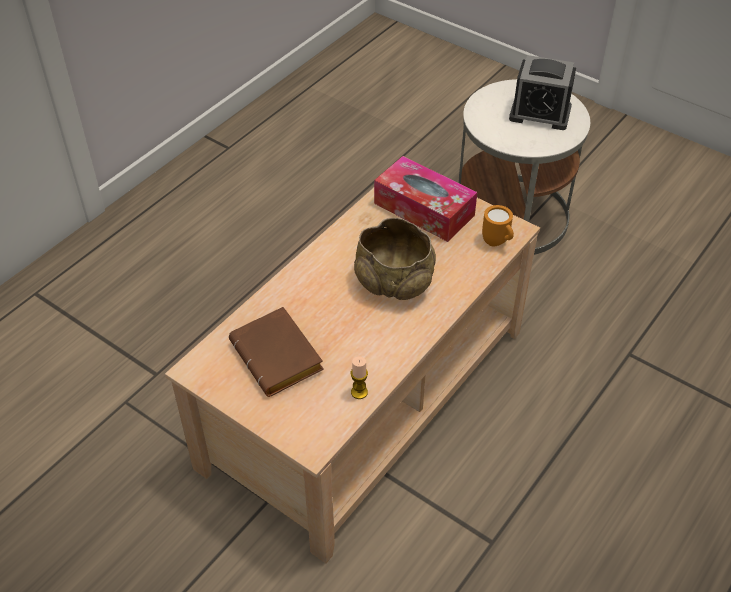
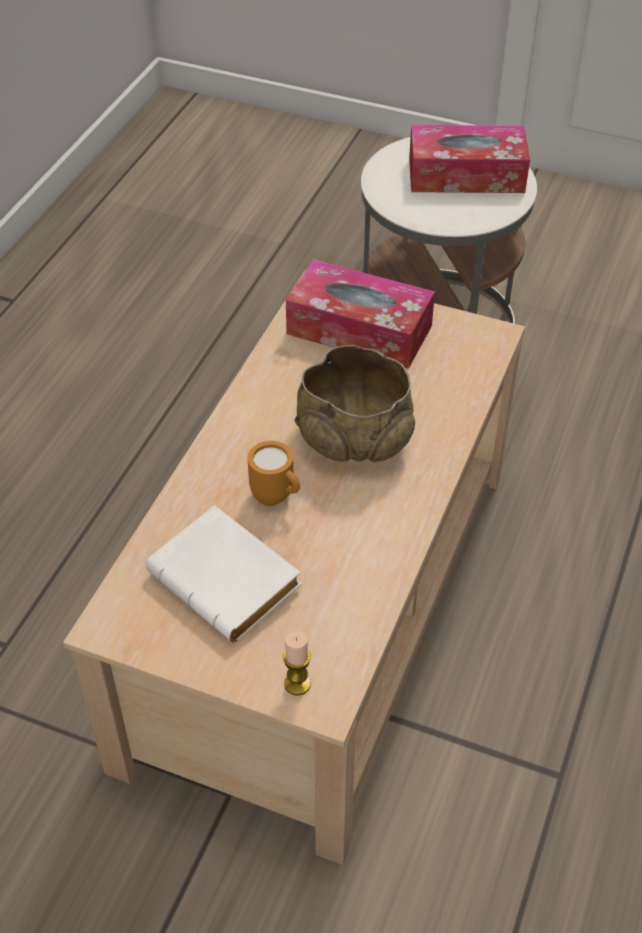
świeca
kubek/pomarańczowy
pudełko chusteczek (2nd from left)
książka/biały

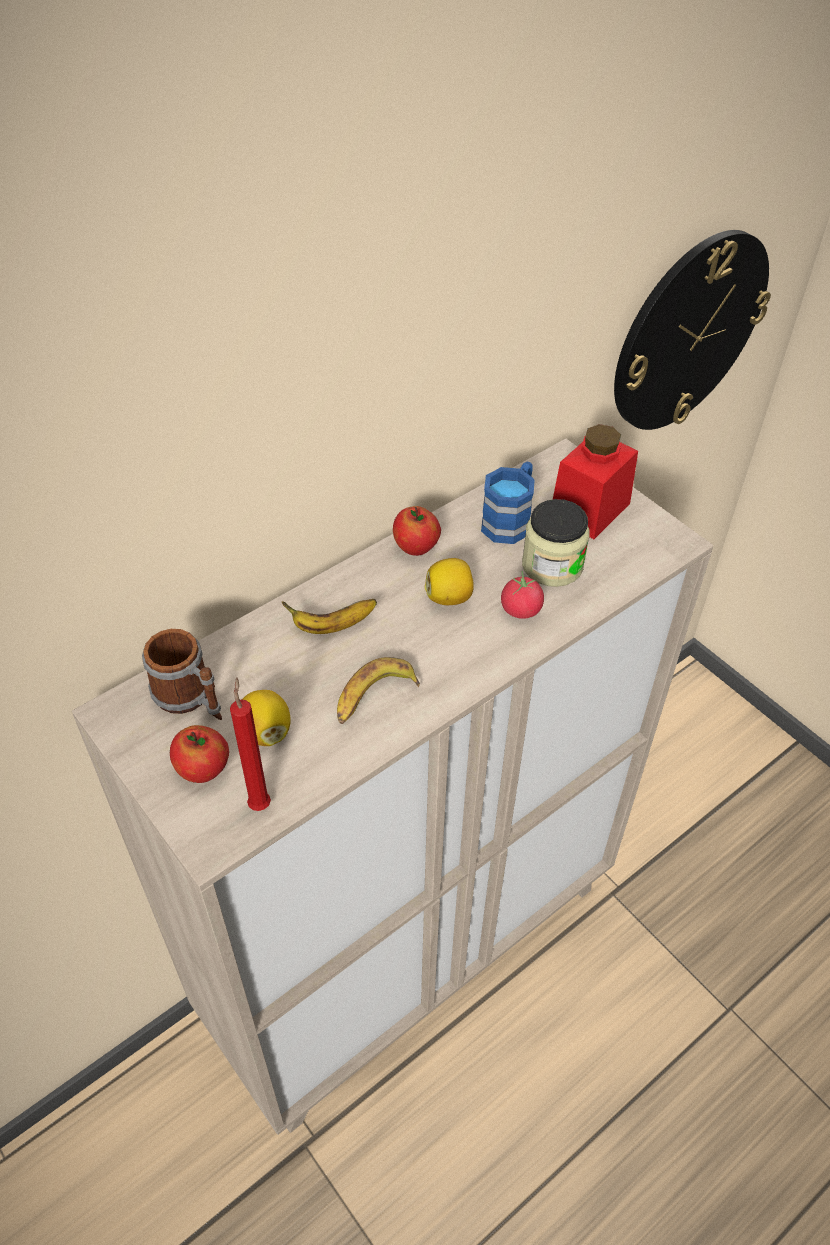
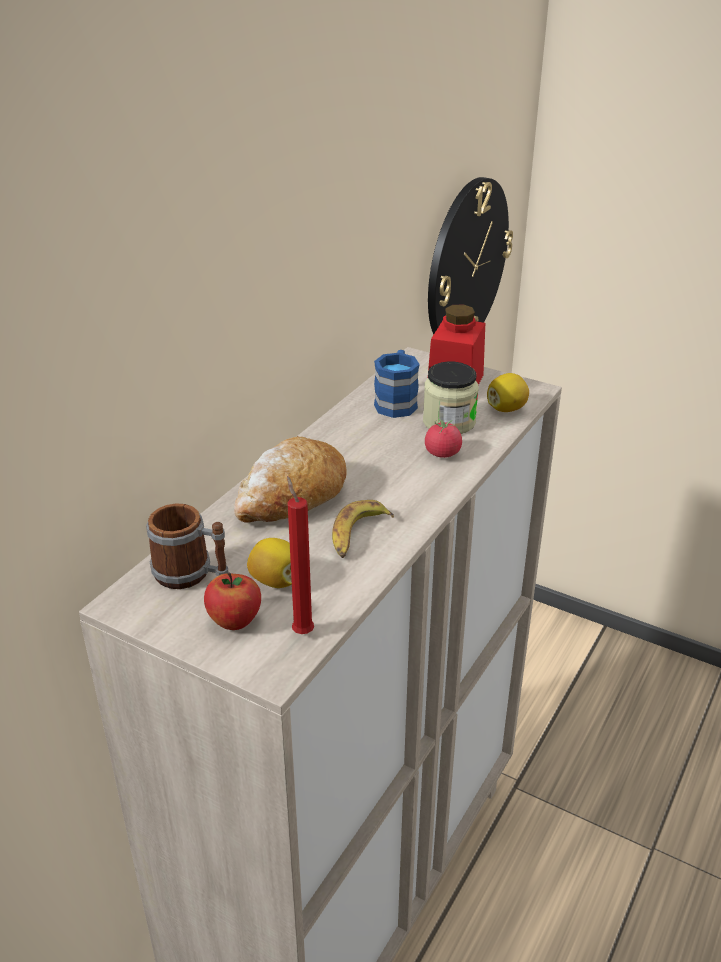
jabłko (2nd from left in the first image)
cytryna (2nd from left)
chleb

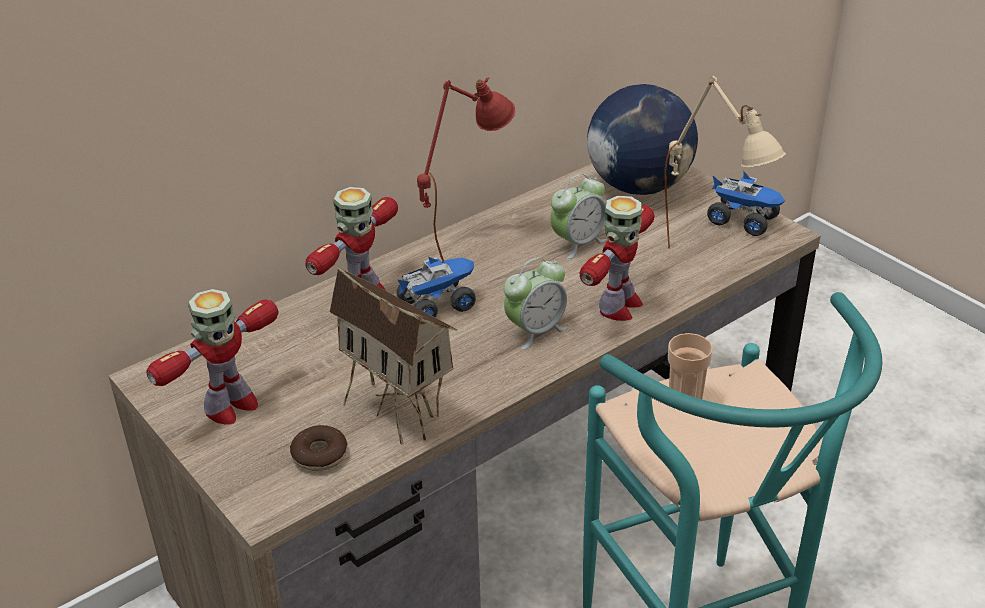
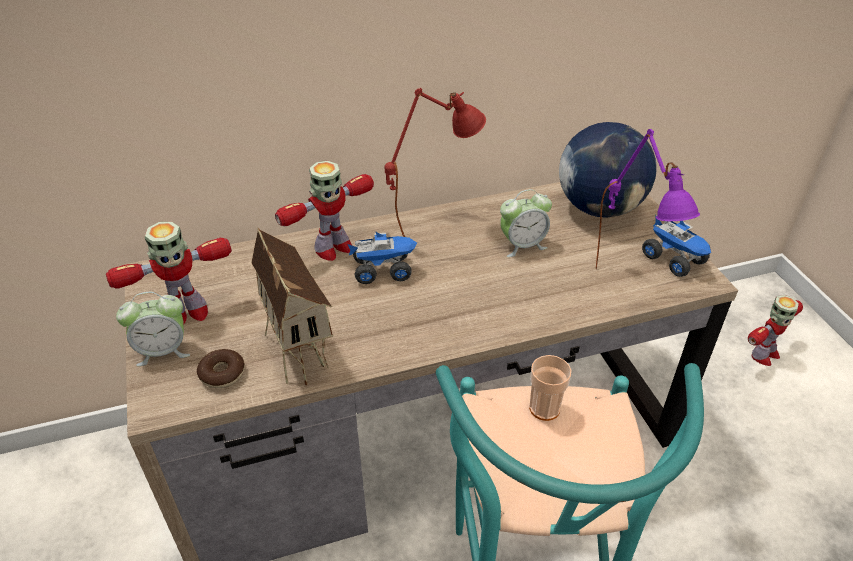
budzik (1st from left)
robot zabawkowy (3rd from left)
lampa stołowa/fioletowy

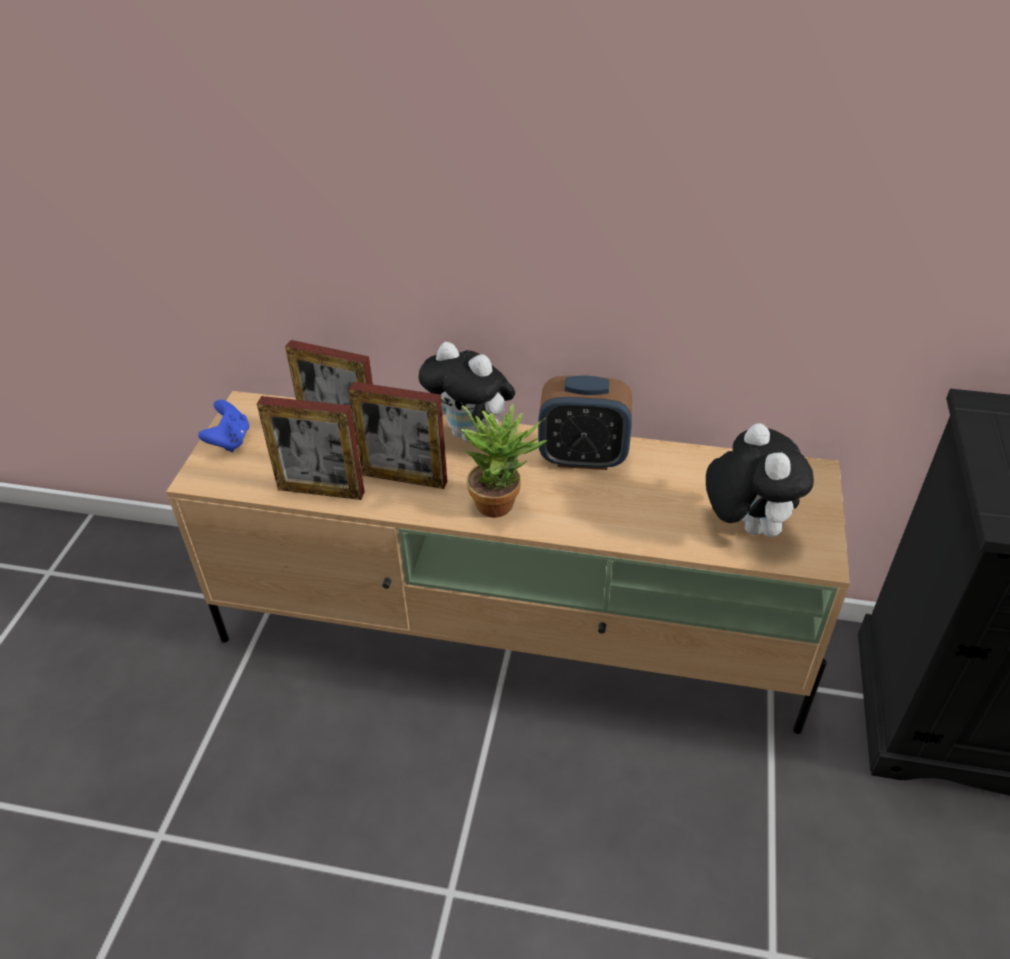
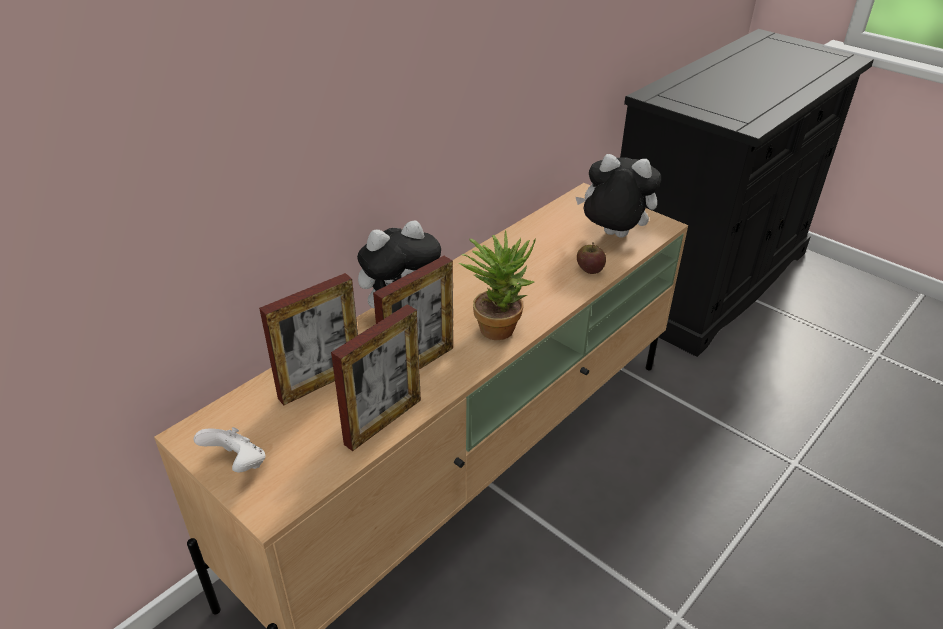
budzik
jabłko
pad do gier/biały

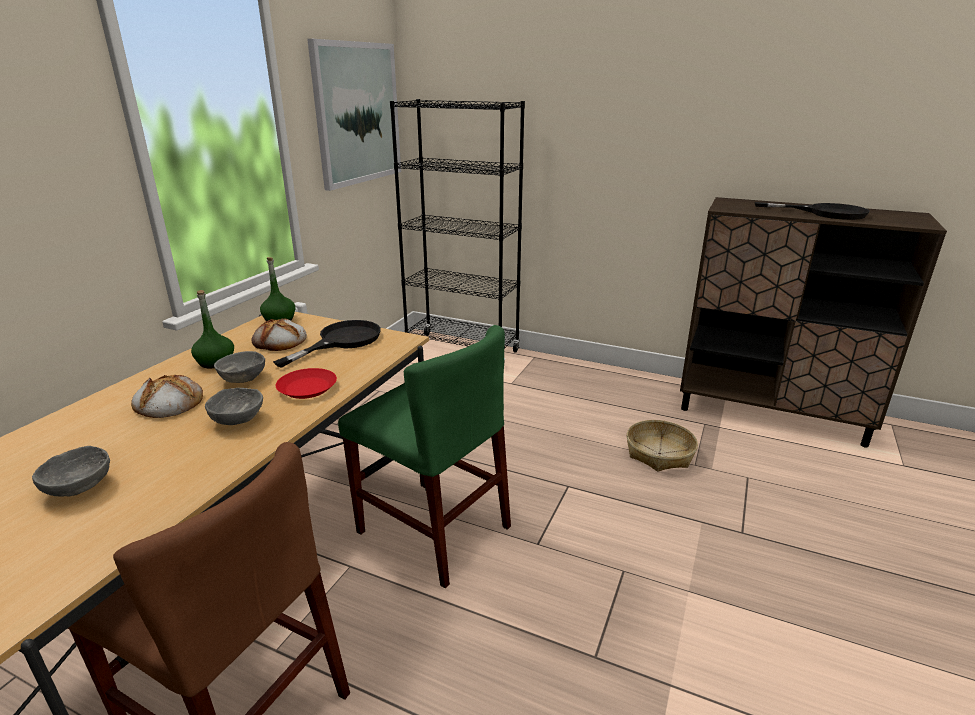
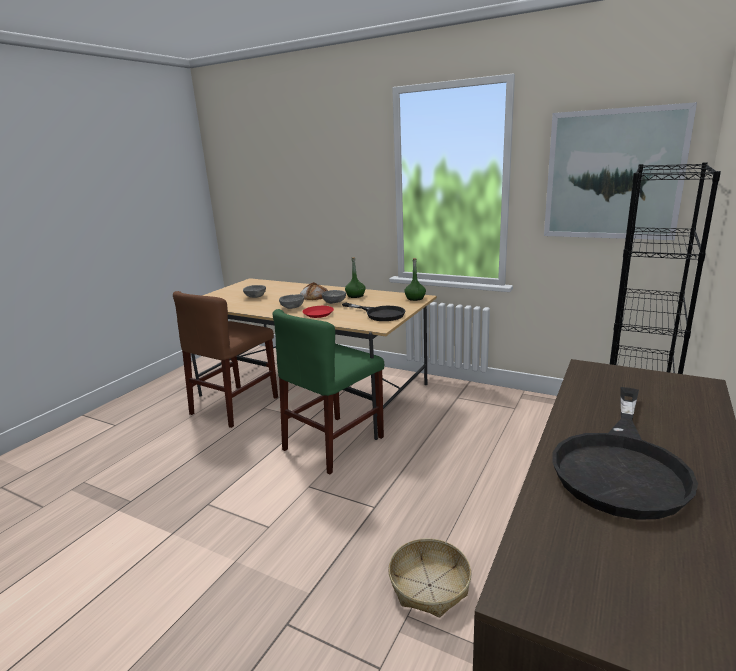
chleb (2nd from left in the first image)

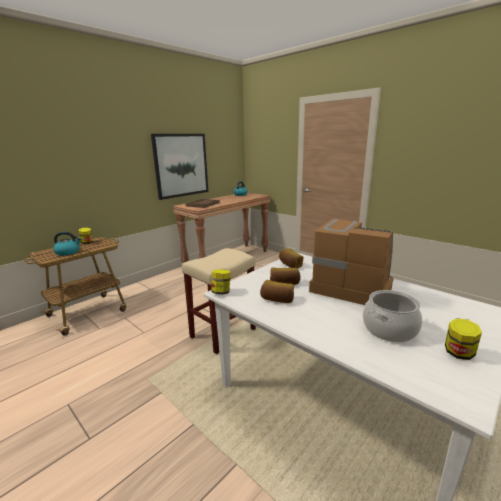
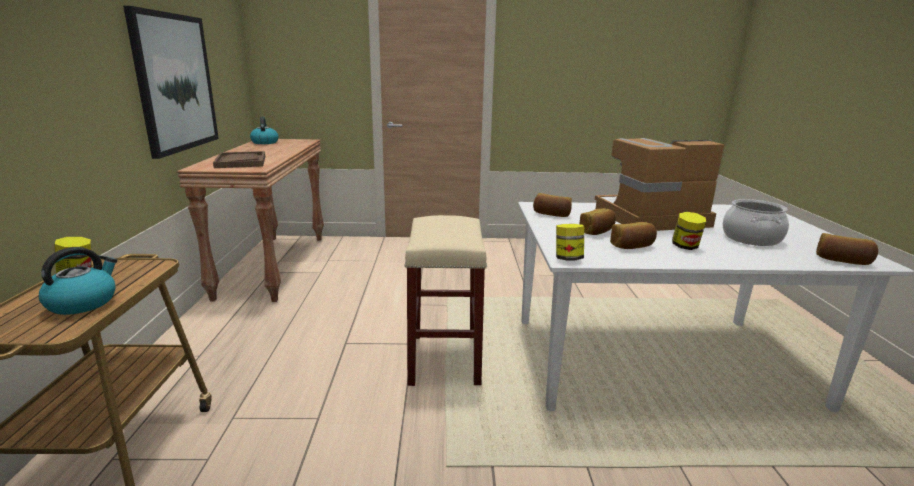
chleb (4th from left)
słoik (3rd from left)

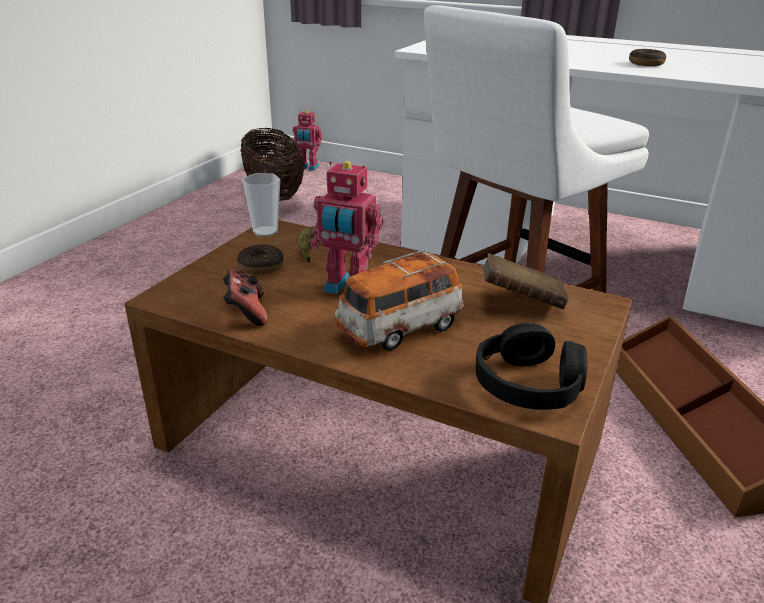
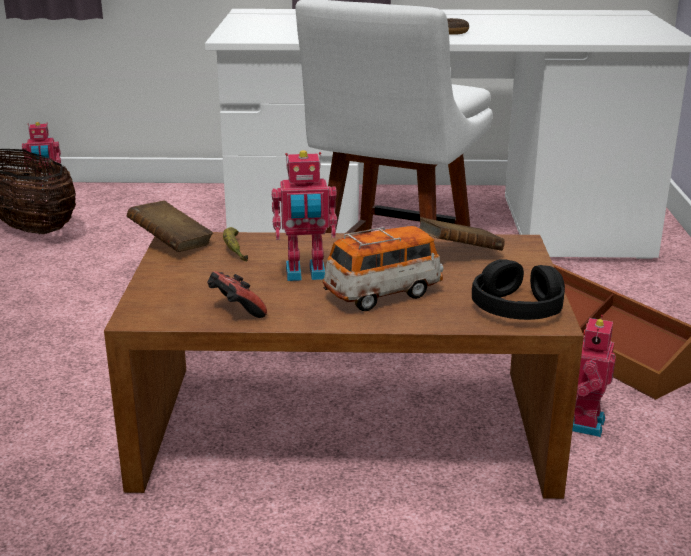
donut (1st from left in the first image)
robot zabawkowy (3rd from left)
książka/brązowy (1st from left)
samochodzik

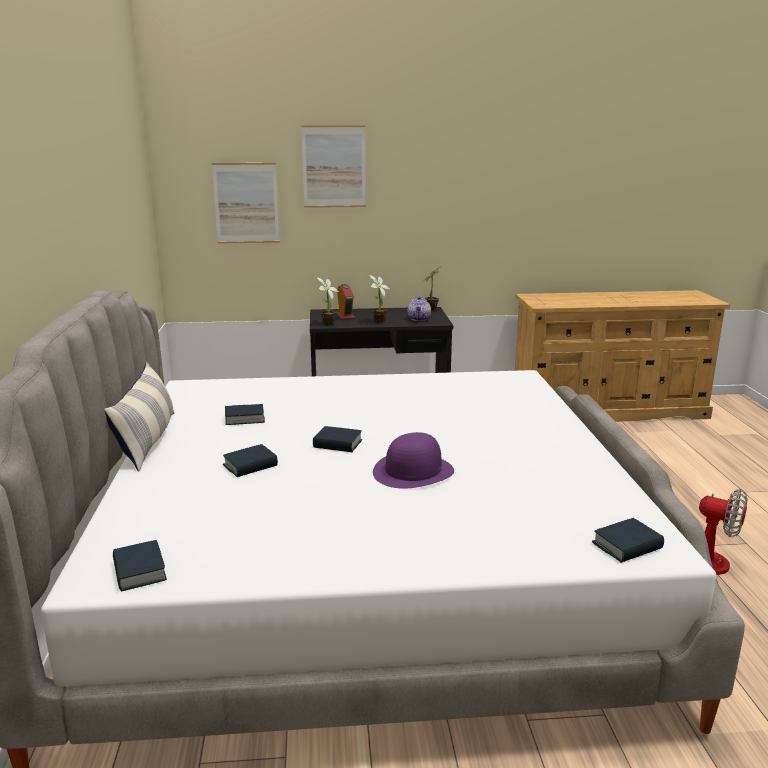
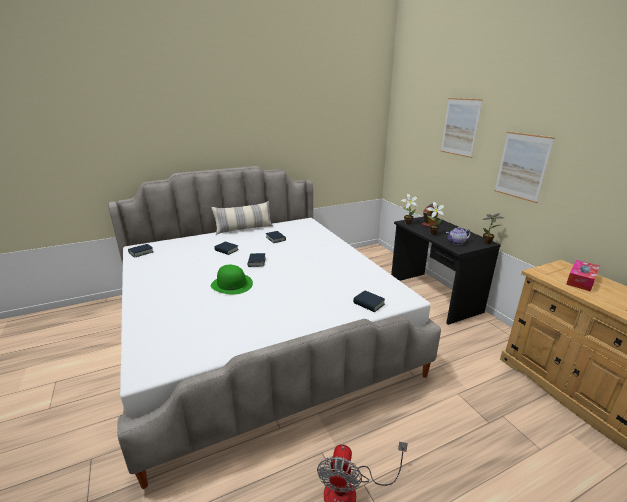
pudełko chusteczek
obraz (2nd from left)
książka (5th from left)
kapelusz/zielony

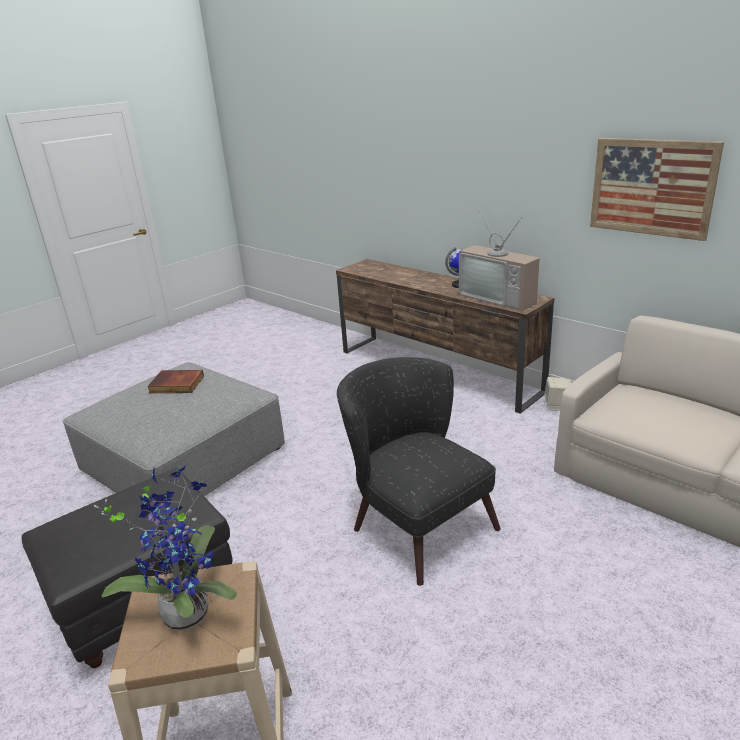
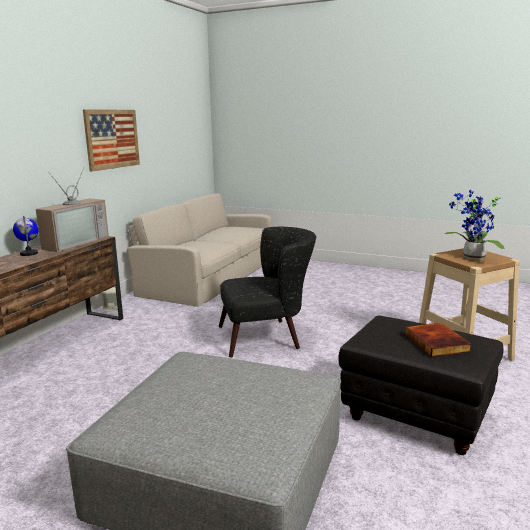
książka
fotel/czarny

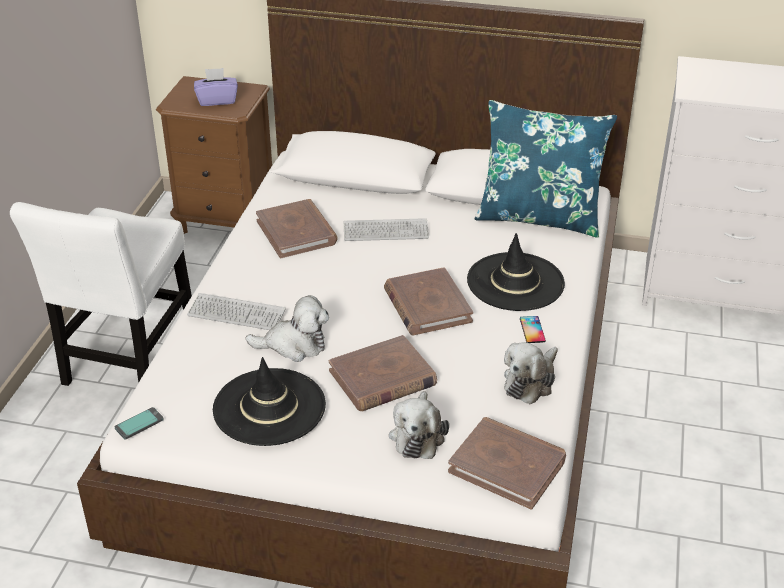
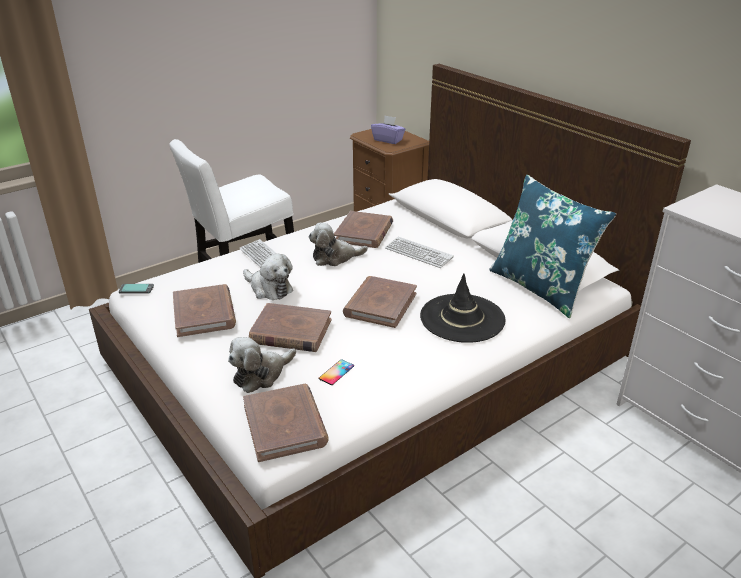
pluszak (3rd from left)
telefon (2nd from left)
książka/brązowy (1st from left)

